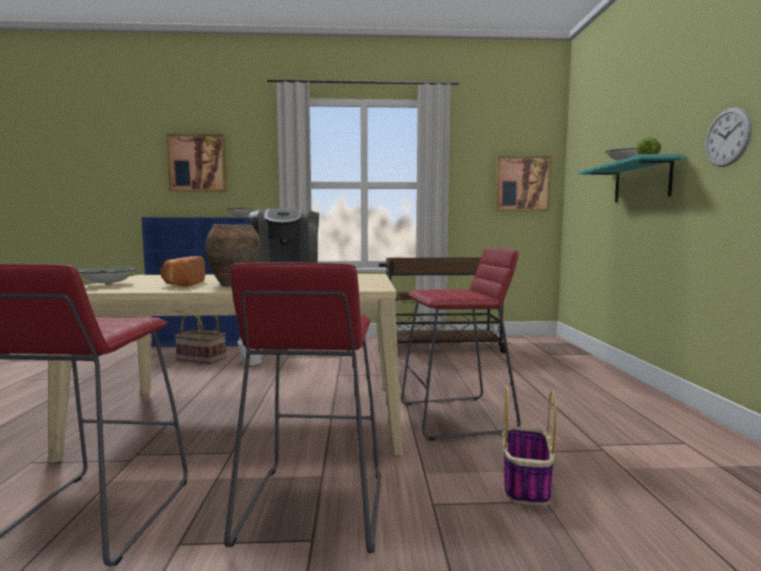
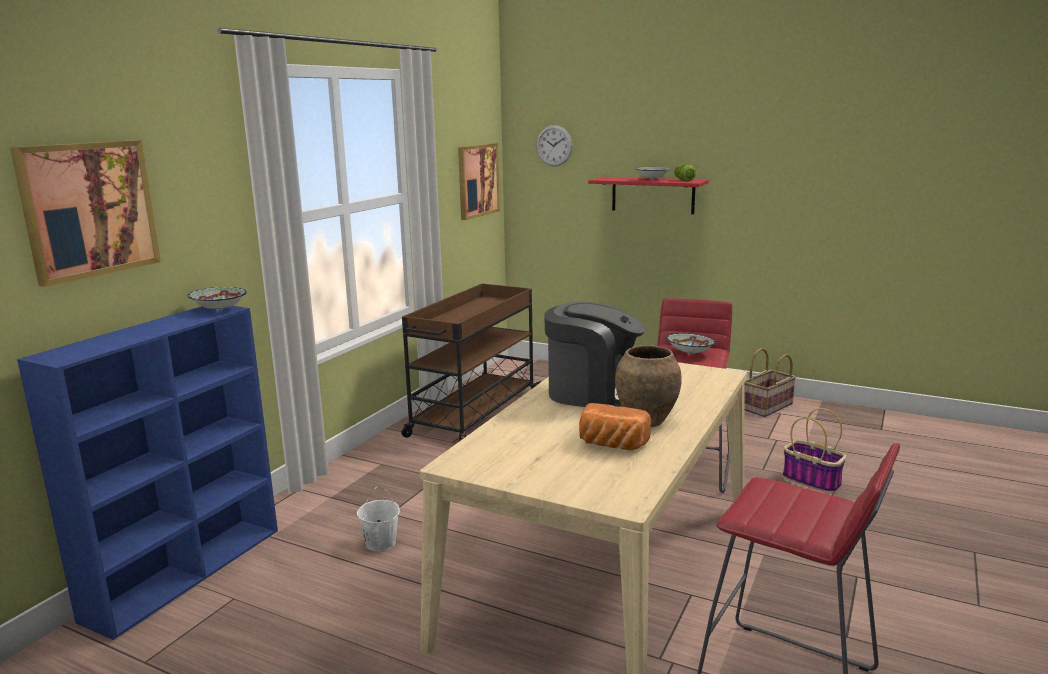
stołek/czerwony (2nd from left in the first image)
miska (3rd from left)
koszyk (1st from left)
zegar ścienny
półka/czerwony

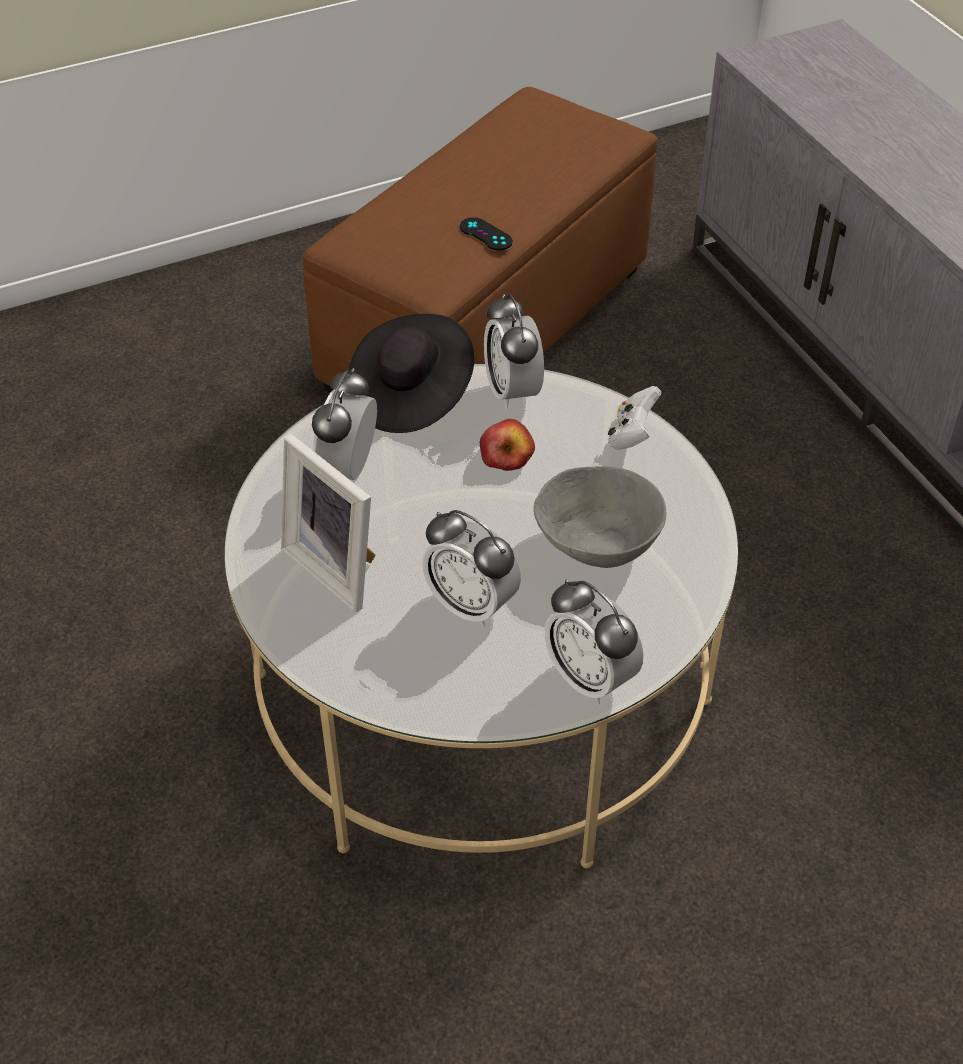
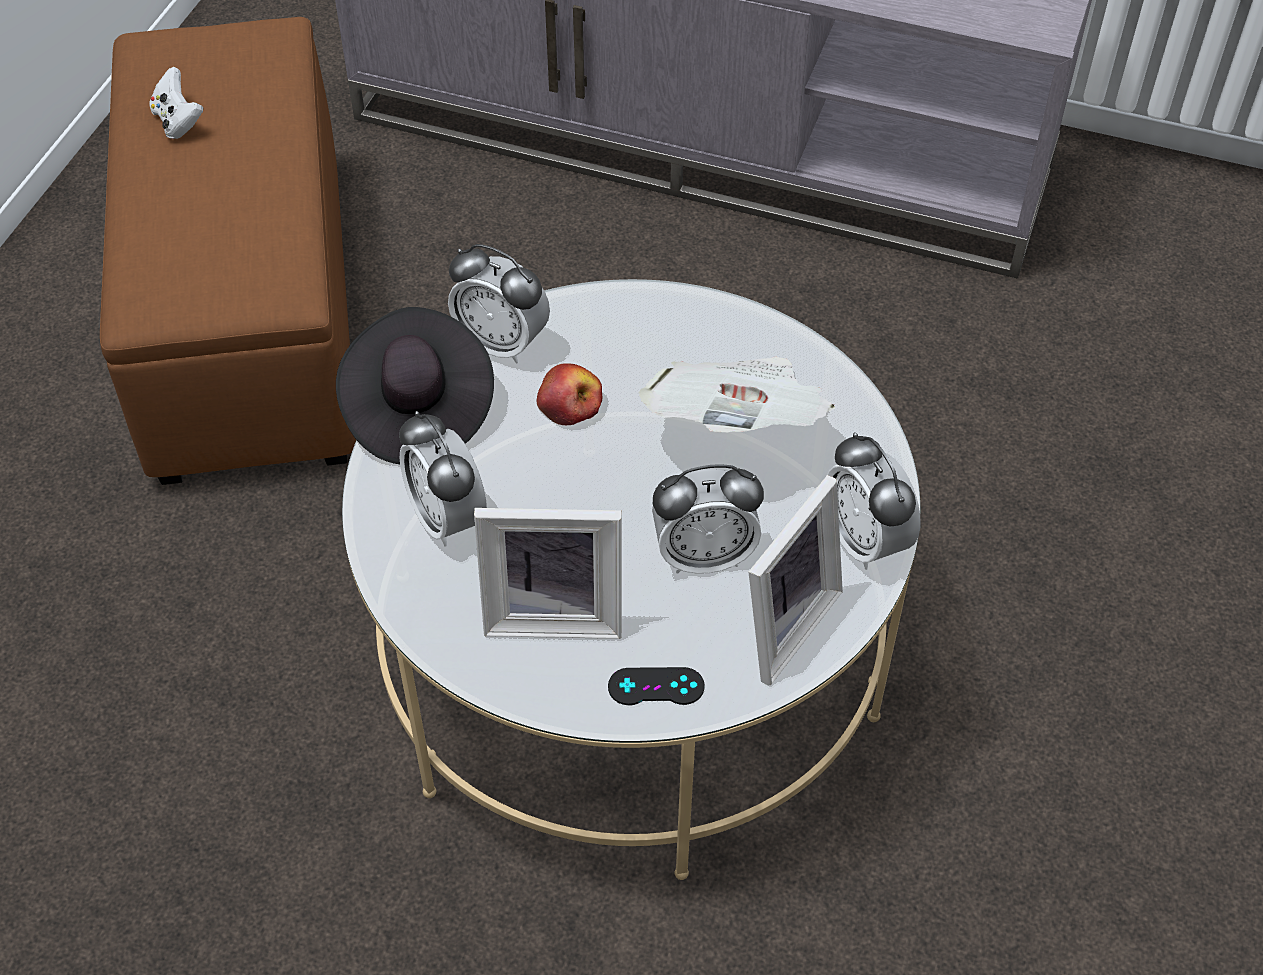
ramka na zdjęcie (2nd from left)
pad do gier/czarny
pad do gier/biały
gazeta
budzik (4th from left)

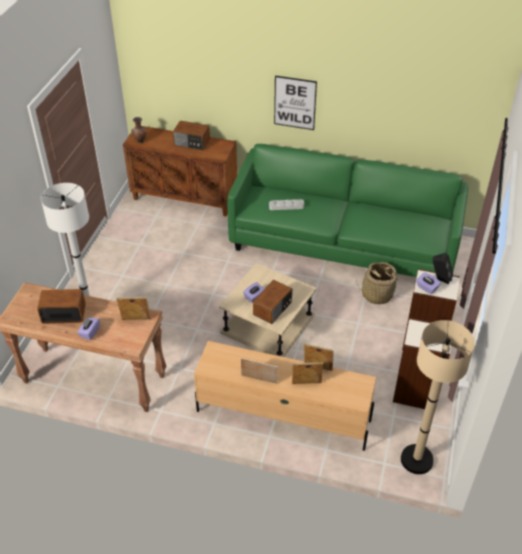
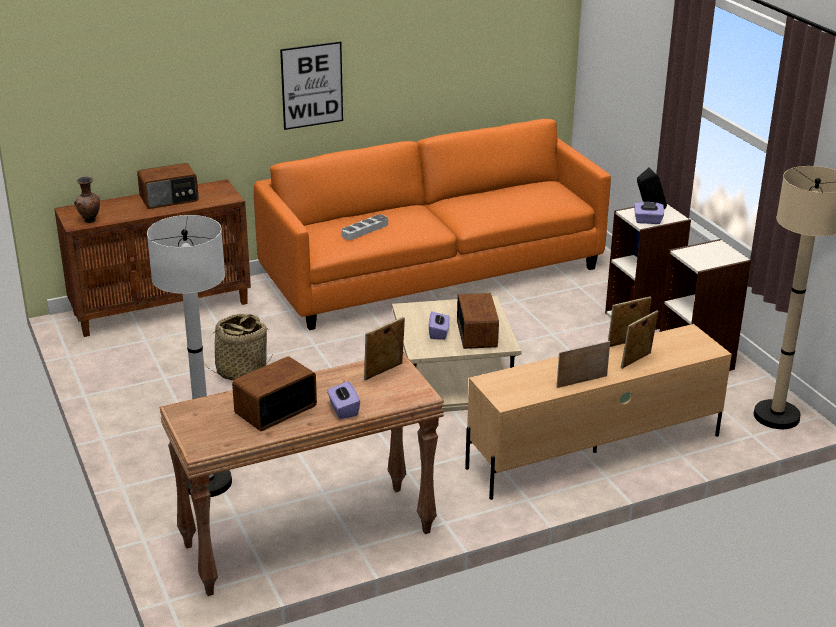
koszyk
kanapa/pomarańczowy

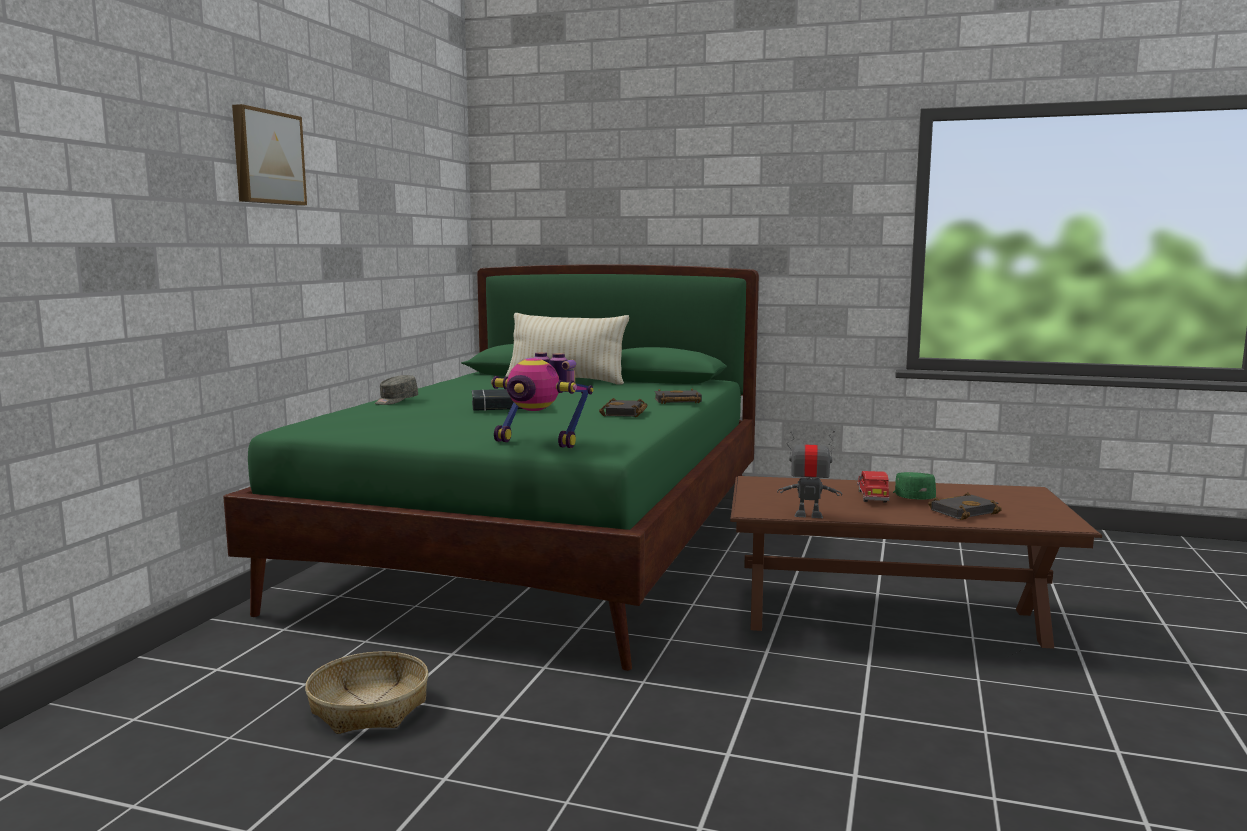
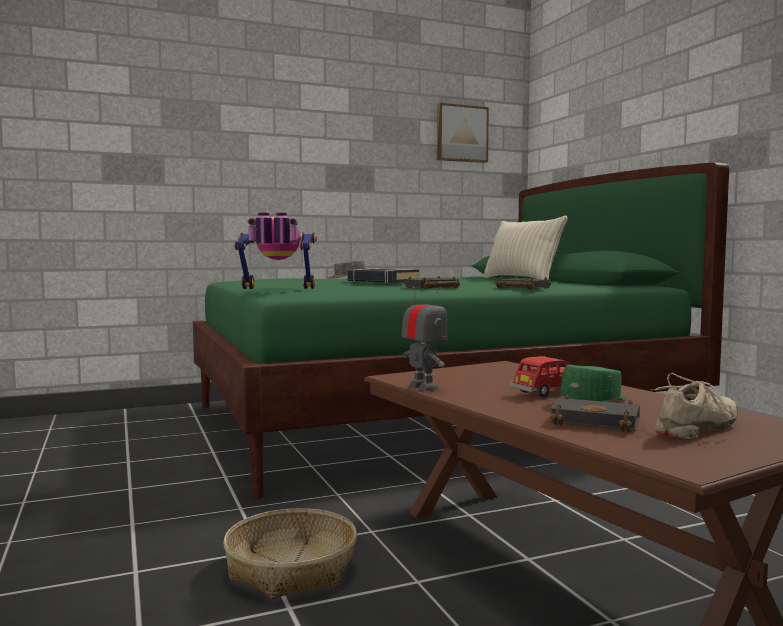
but/beżowy
obraz
koszyk
robot zabawkowy (1st from left)

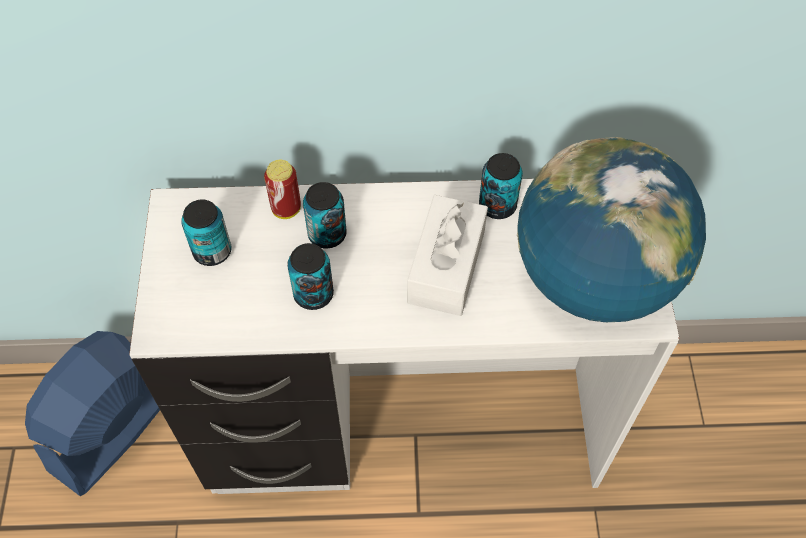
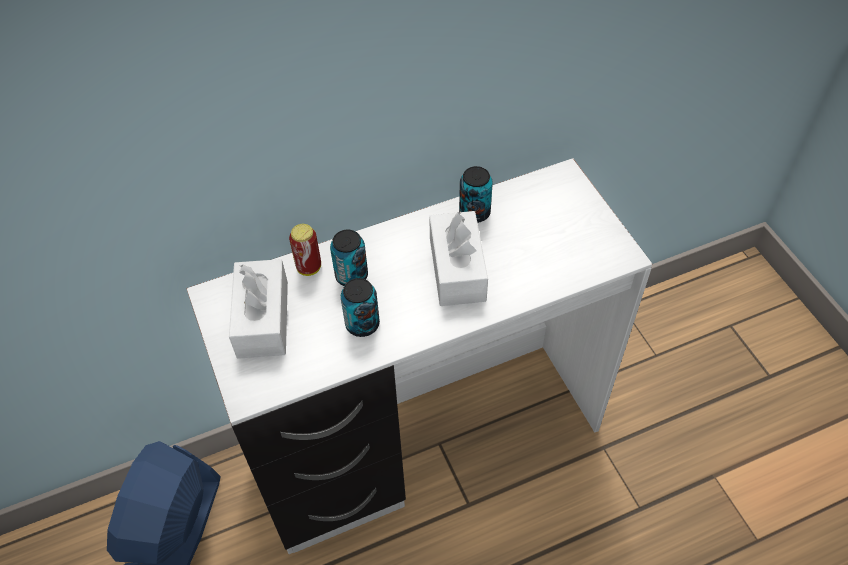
globus
pudełko chusteczek/biały (1st from left)

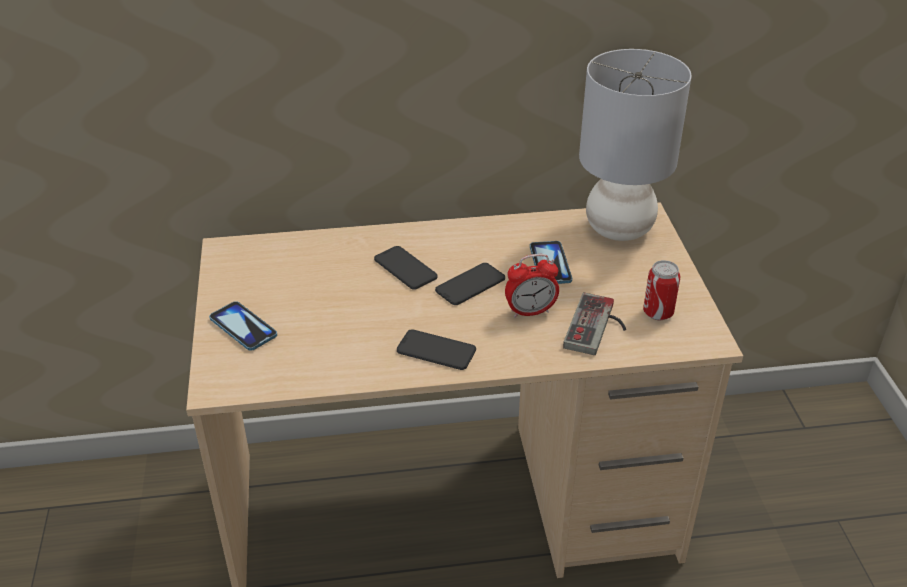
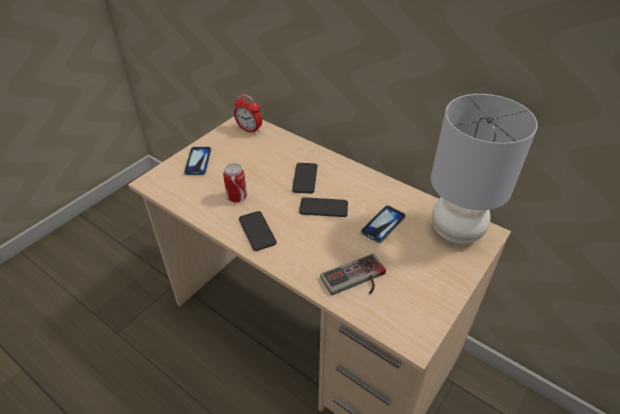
budzik
puszka

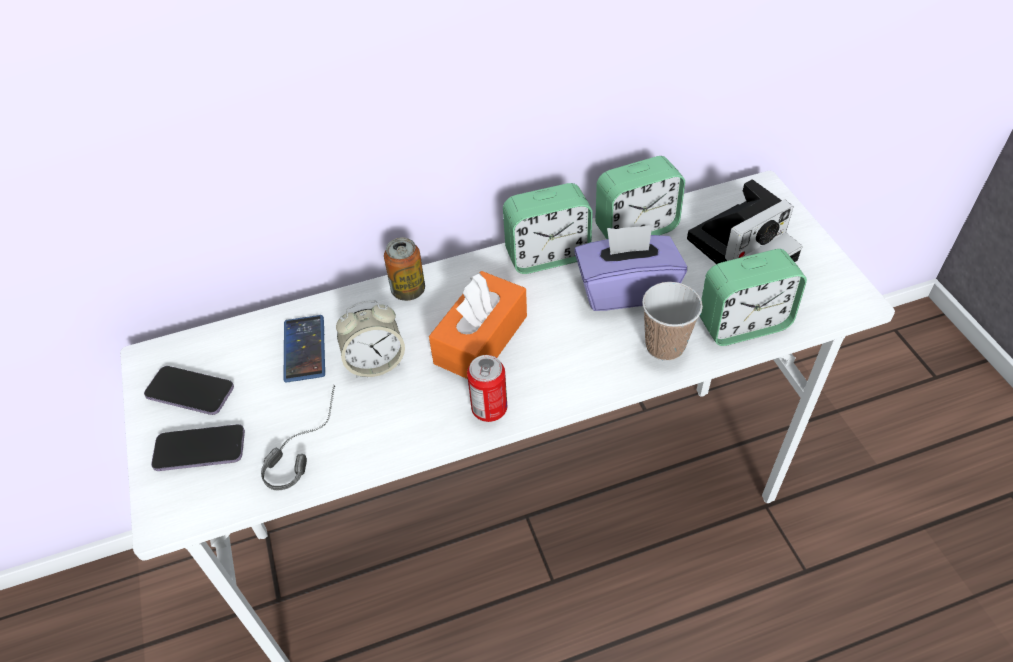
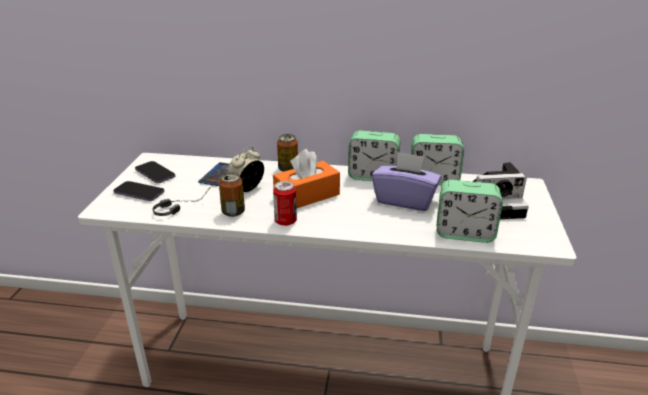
filiżanka
puszka (1st from left)
budzik (1st from left)

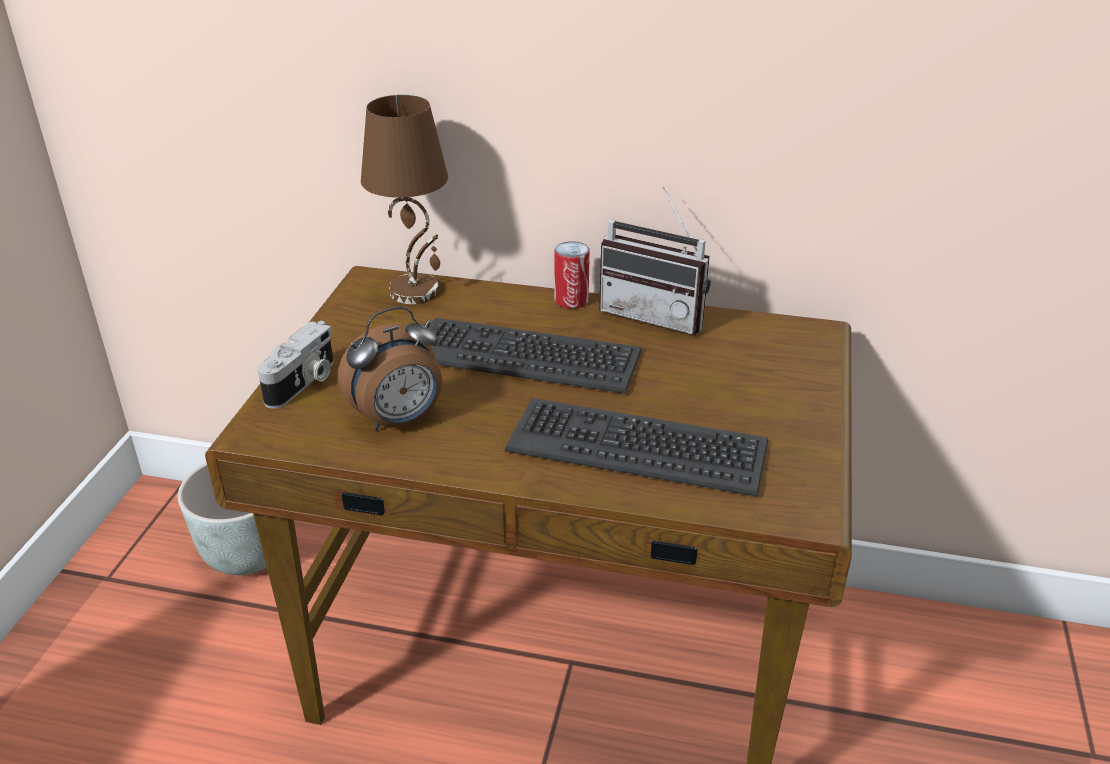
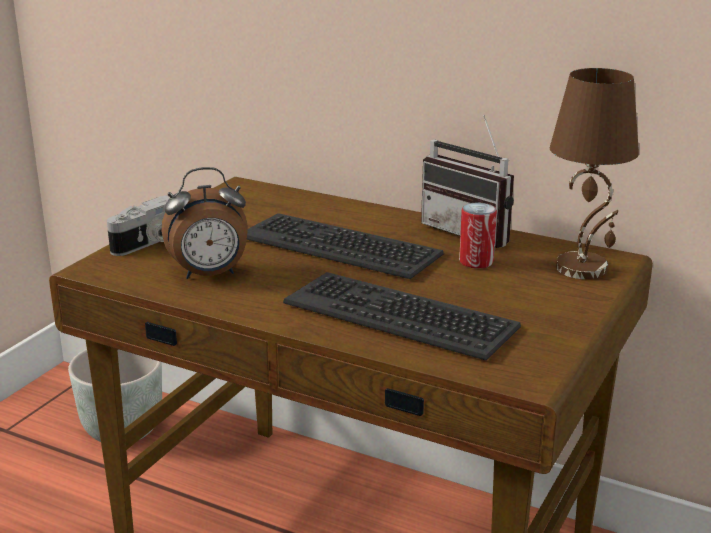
lampa stołowa/brązowy
puszka

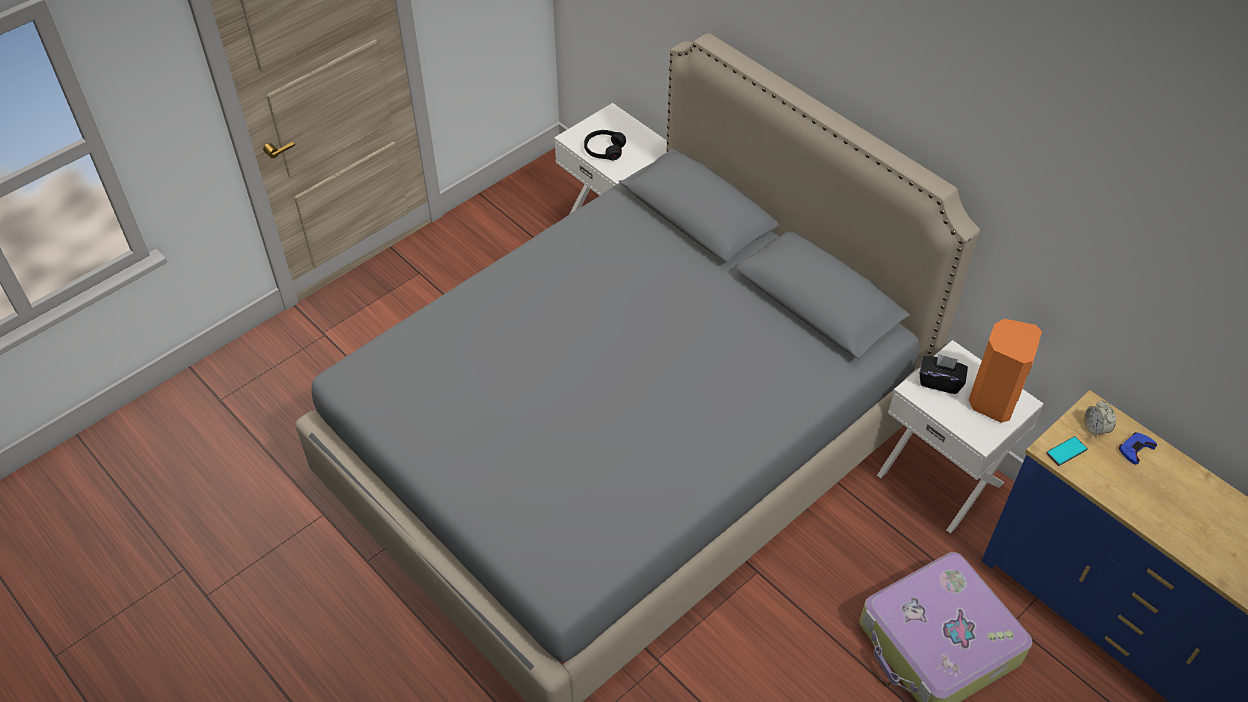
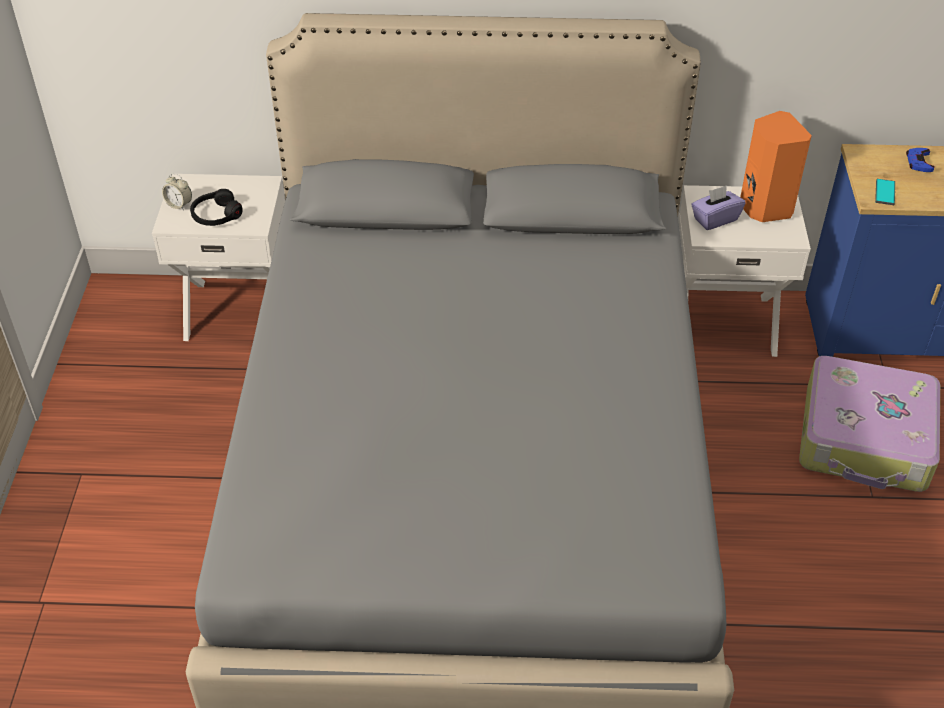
budzik
pudełko chusteczek/fioletowy

